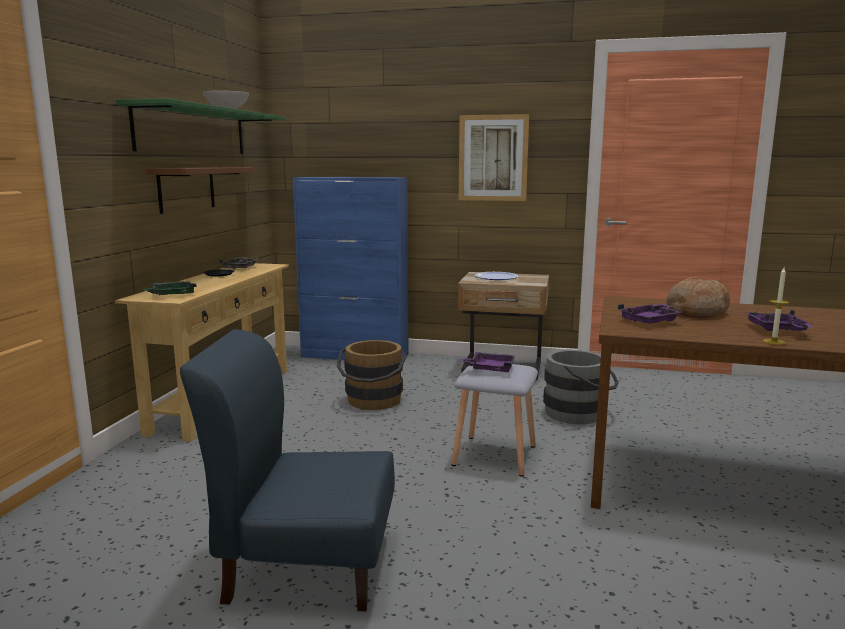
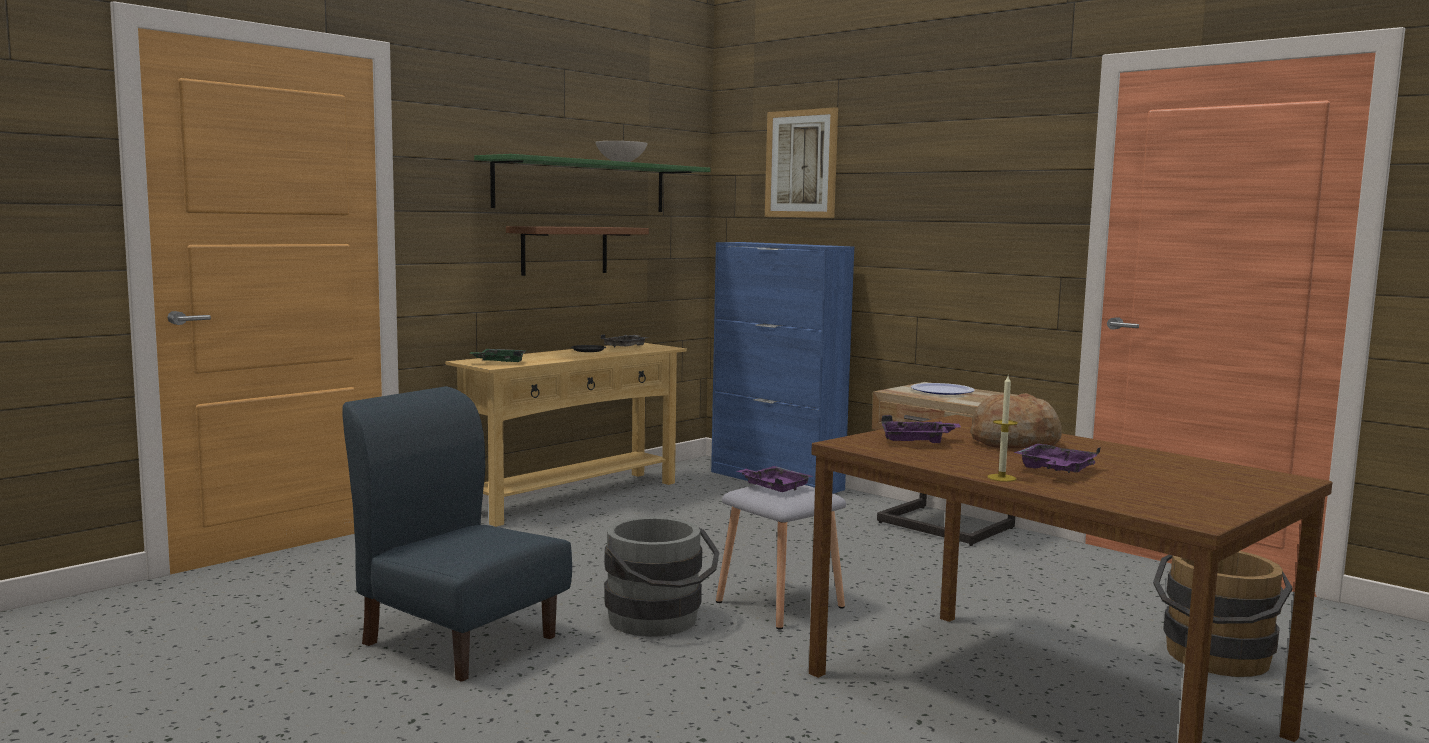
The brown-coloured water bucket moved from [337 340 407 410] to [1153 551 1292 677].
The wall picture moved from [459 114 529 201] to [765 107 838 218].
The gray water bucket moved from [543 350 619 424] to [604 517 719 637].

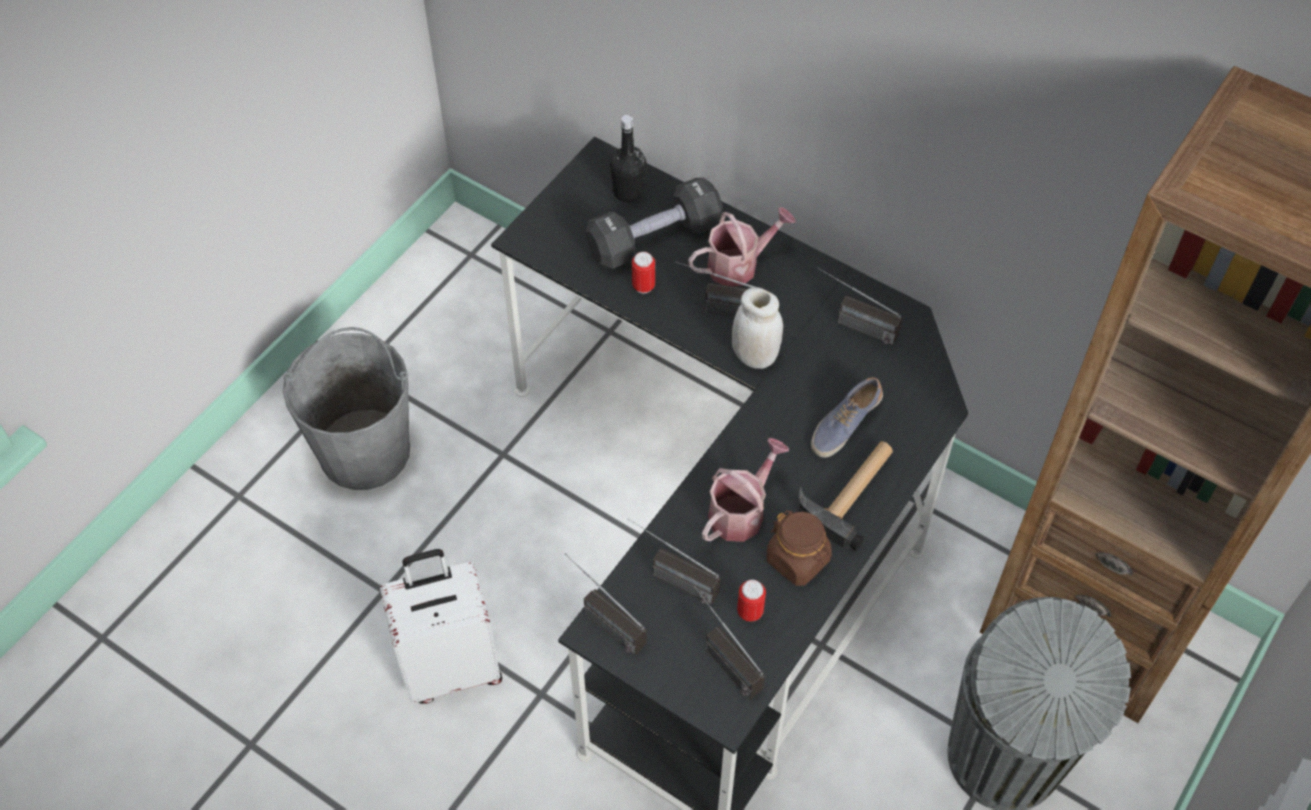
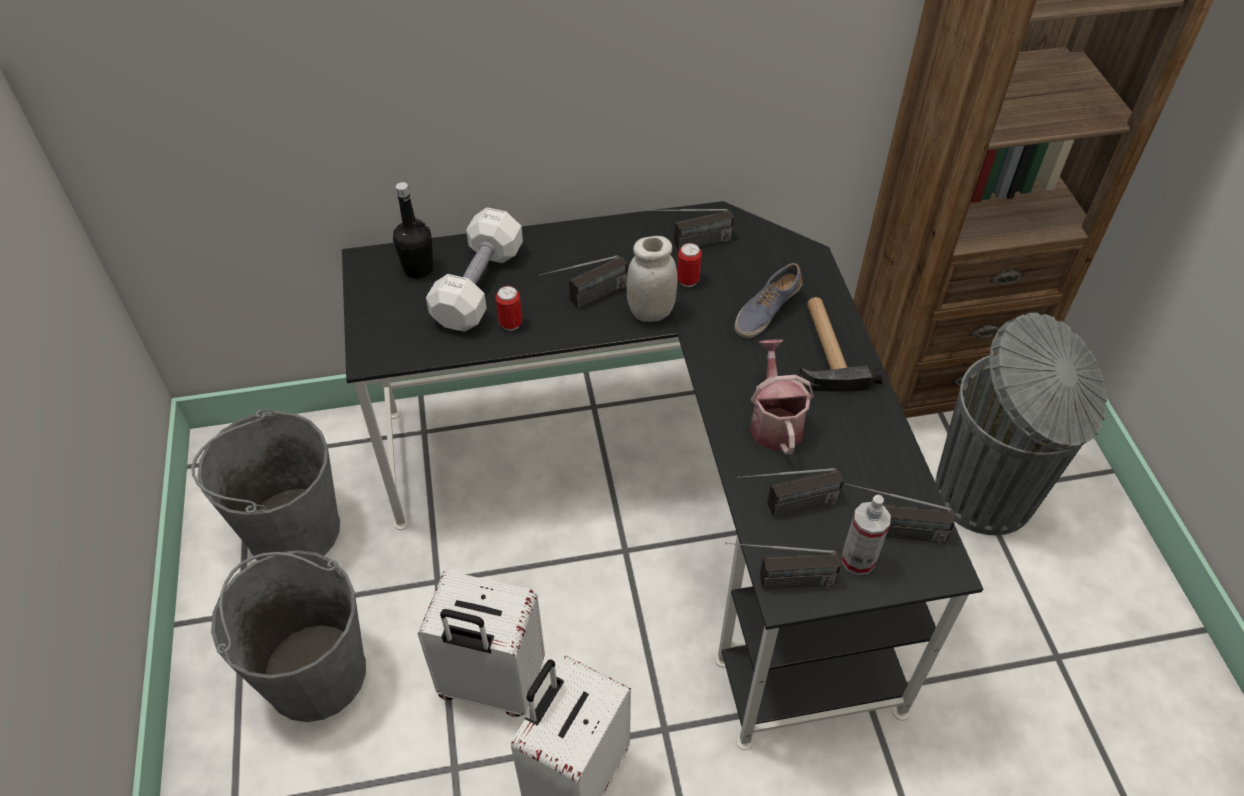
The sprinkling can at [688 207 796 286] disappeared.
The brown-coloured preserve jar at [766 510 832 586] disappeared.
The gray water bucket at [191 409 340 560] appeared.
The whitish piece of luggage at [418 571 545 717] appeared.
The hand sprayer at [841 495 890 575] appeared.
The metal can moved from [737 580 766 622] to [677 243 702 287].
The black-coloured dumbbell at [586 178 723 269] became the whitish dumbbell at [426 207 523 332].
The low shoe at [811 377 883 458] turned 45 degrees clockwise.

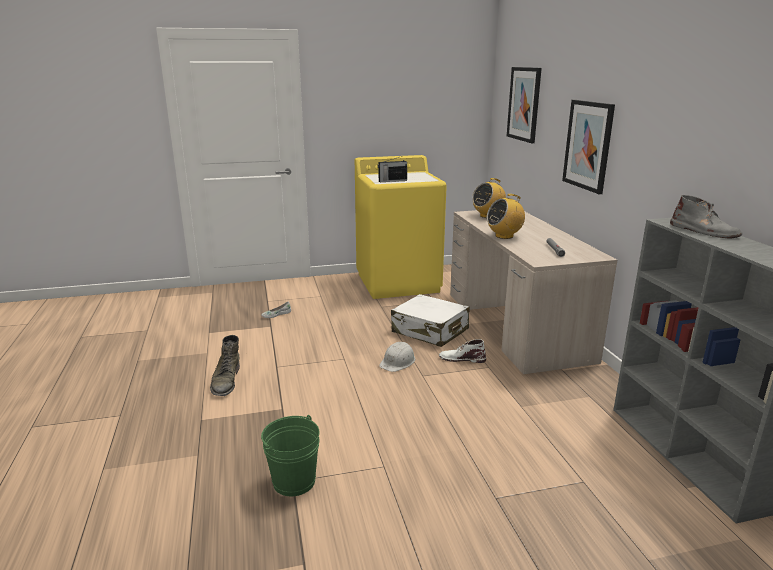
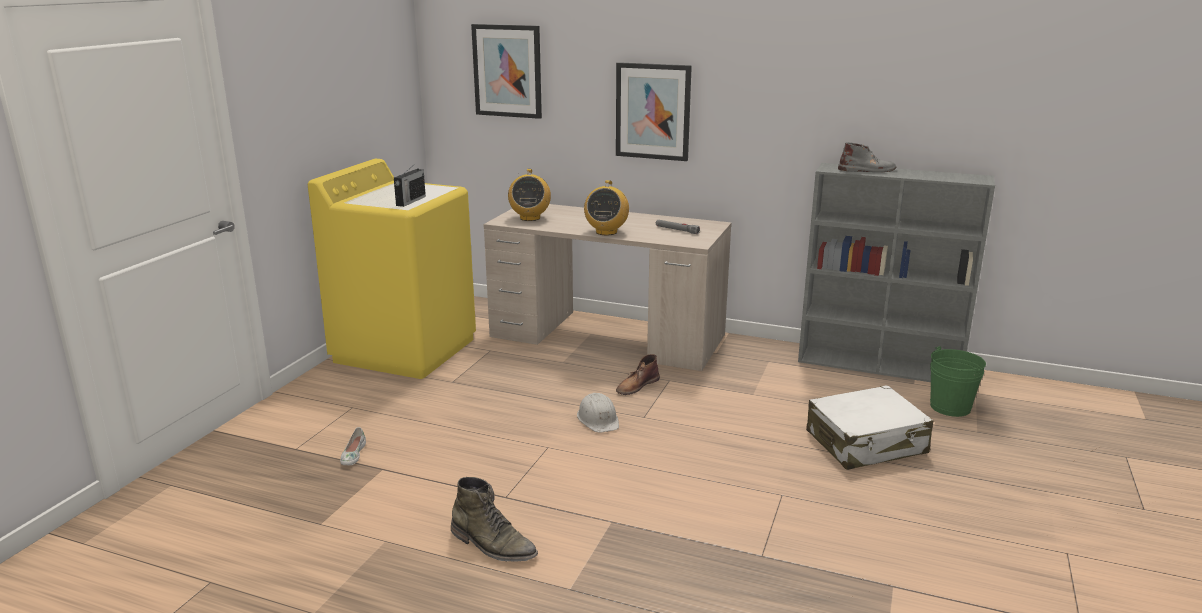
The greenish water bucket moved from [261 415 319 496] to [930 346 986 417].
The whitish piece of luggage moved from [391 294 470 347] to [806 385 933 470].
The whitish boot at [439 339 486 363] became the brown-coloured boot at [616 354 660 395].

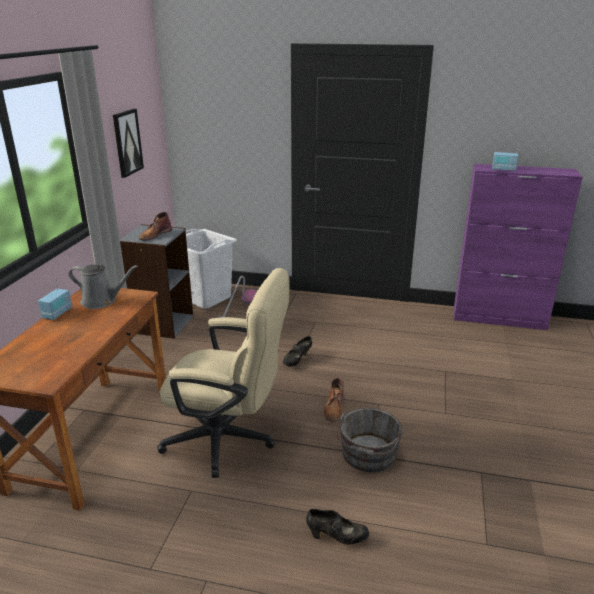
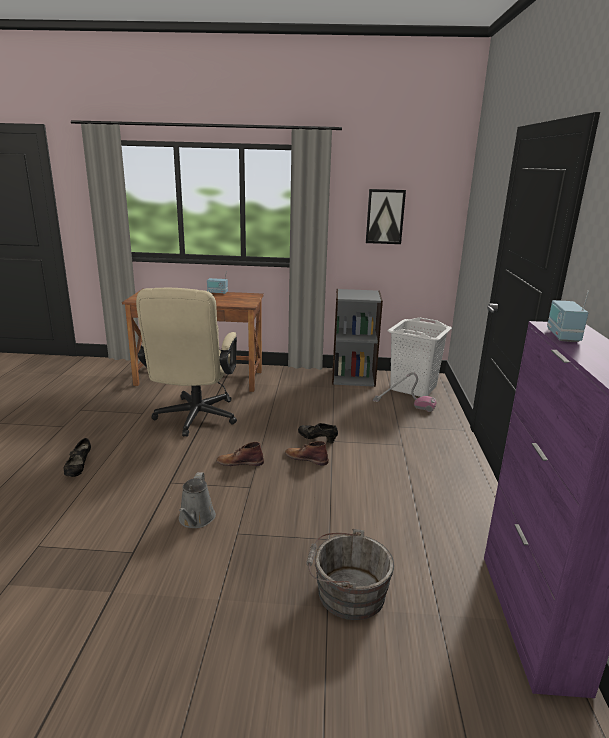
The gray sprinkling can moved from [69 264 138 309] to [179 472 216 528].
The brown-coloured boot moved from [138 212 172 241] to [285 441 329 465].
The gray water bucket moved from [337 408 403 473] to [306 529 394 620].

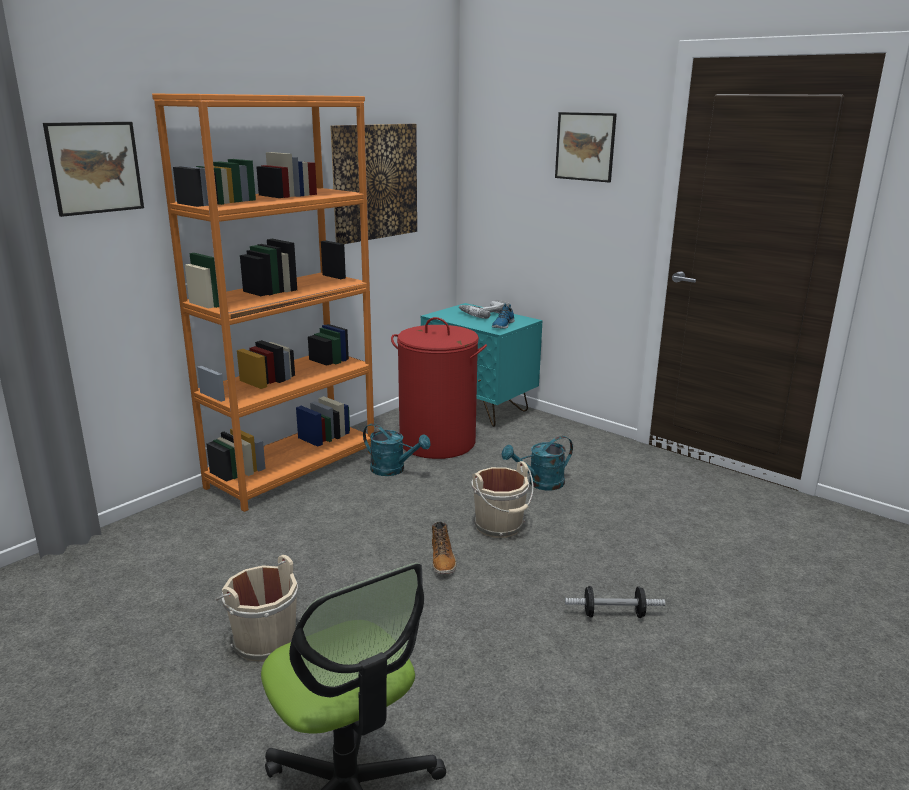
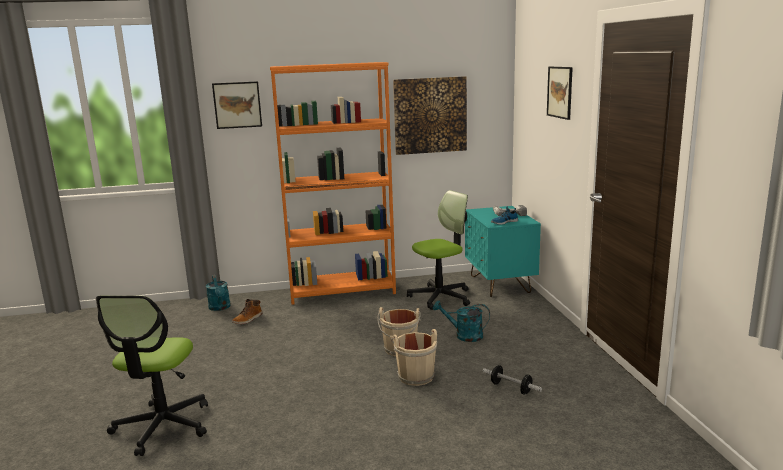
The beige water bucket moved from [216 555 298 662] to [391 329 437 386].
The turquoise sprinkling can moved from [363 423 431 476] to [206 275 231 311].
The boot moved from [432 522 456 574] to [232 299 262 324].
The dumbbell moved from [565 586 665 618] to [483 365 542 394].
The red washing basket at [391 317 487 459] was replaced by the computer chair at [407 190 470 310].

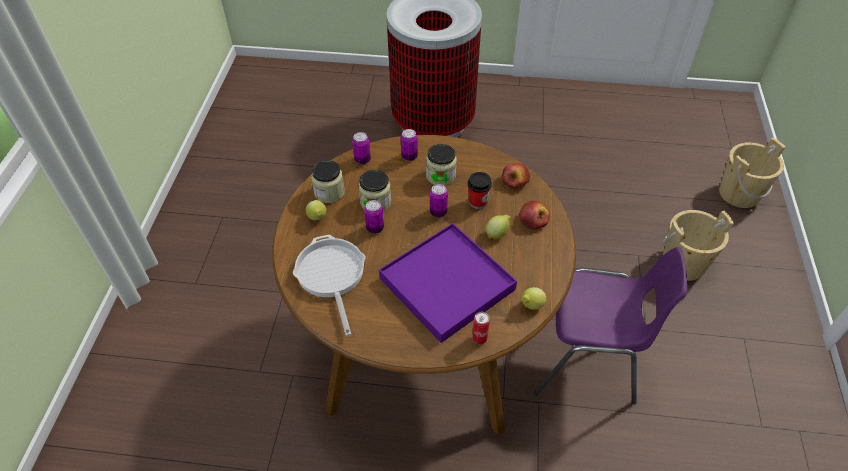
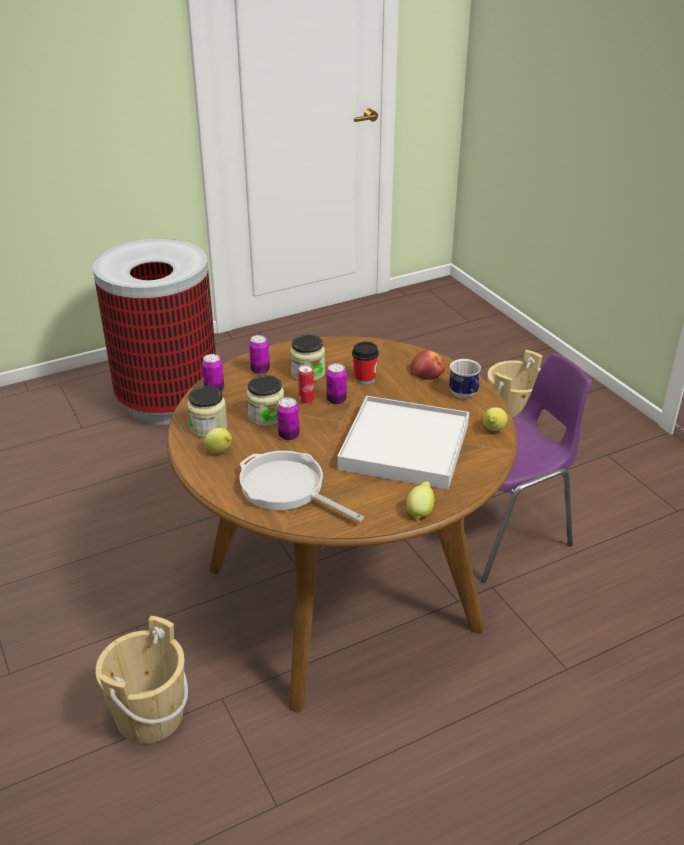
The apple at [502 163 530 189] disappeared.
The tea mug at [449 359 481 398] appeared.
The metal can moved from [472 312 490 344] to [298 365 314 404].
The lemon moved from [486 215 511 239] to [406 481 434 520].
The beige water bucket moved from [719 137 786 208] to [95 616 188 744].
The purple-coloured tray at [379 223 517 343] became the whitish tray at [337 396 469 490].

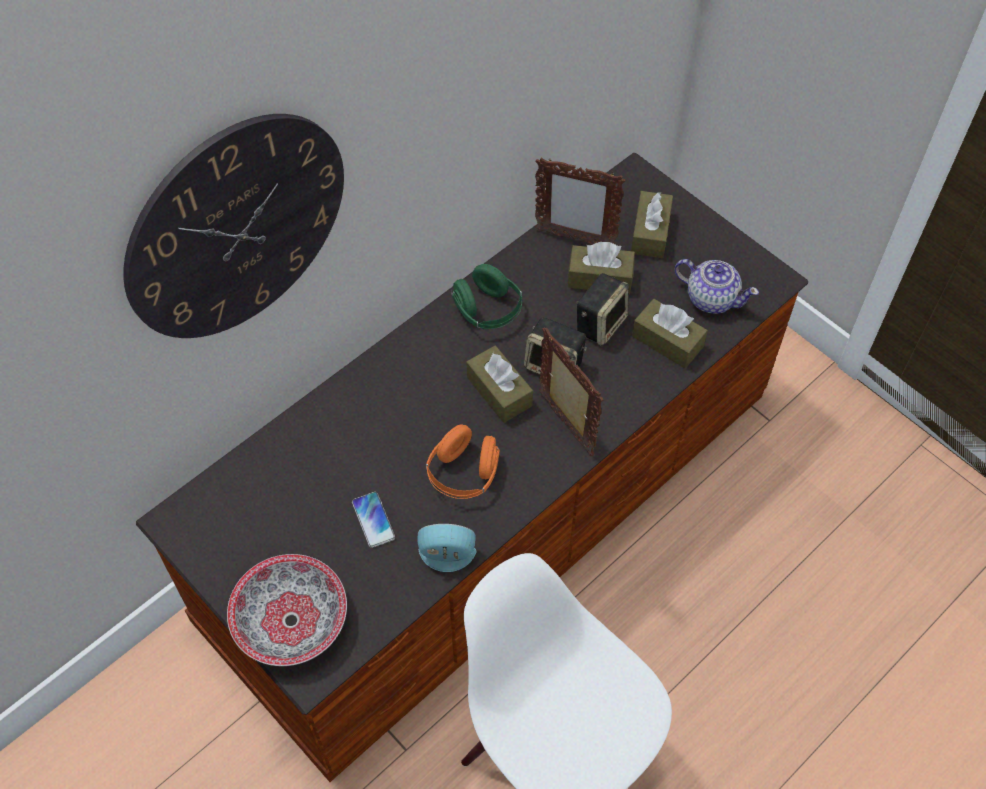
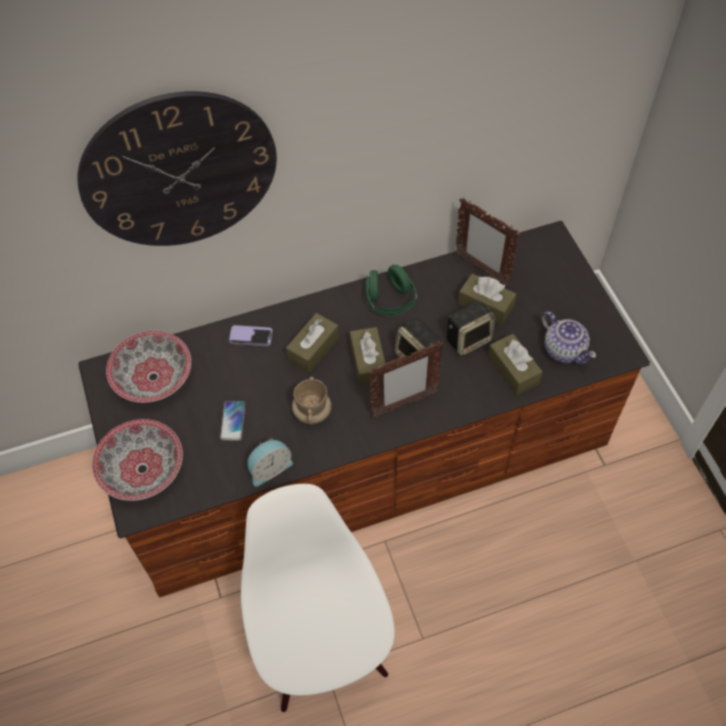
The serving bowl at [106 331 191 403] appeared.
The handset at [229 325 273 346] appeared.
The brown-coloured box of tissues moved from [631 191 673 258] to [286 313 339 373].
The orange pair of headphones at [426 424 500 499] was replaced by the beige tea mug at [292 377 331 425].
The bedside clock at [418 524 476 572] turned 120 degrees clockwise.
The standing frame at [539 327 603 456] turned 75 degrees clockwise.

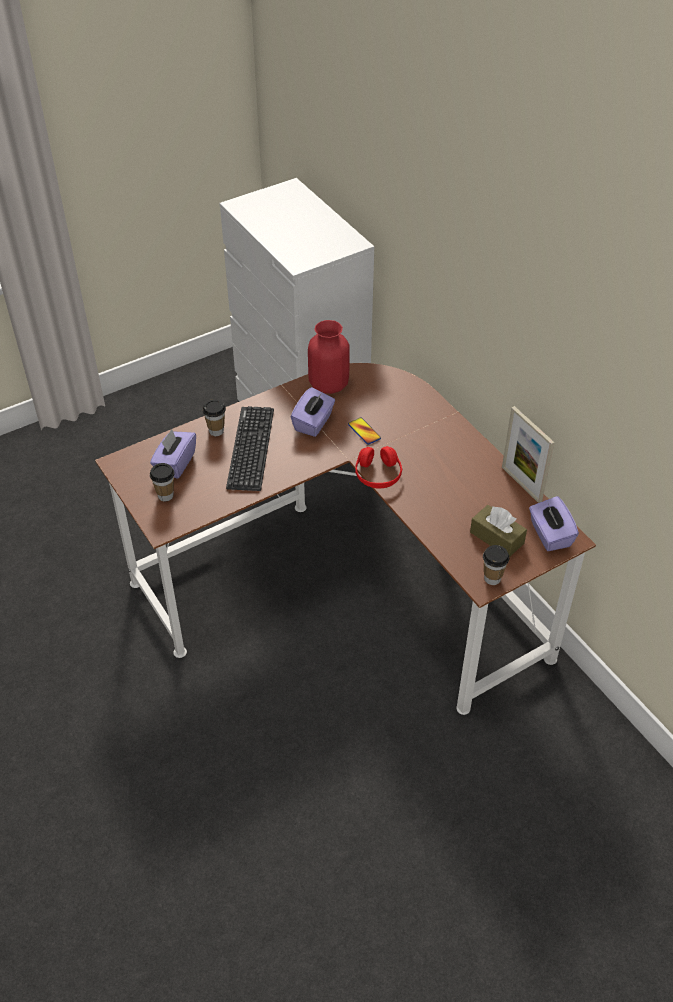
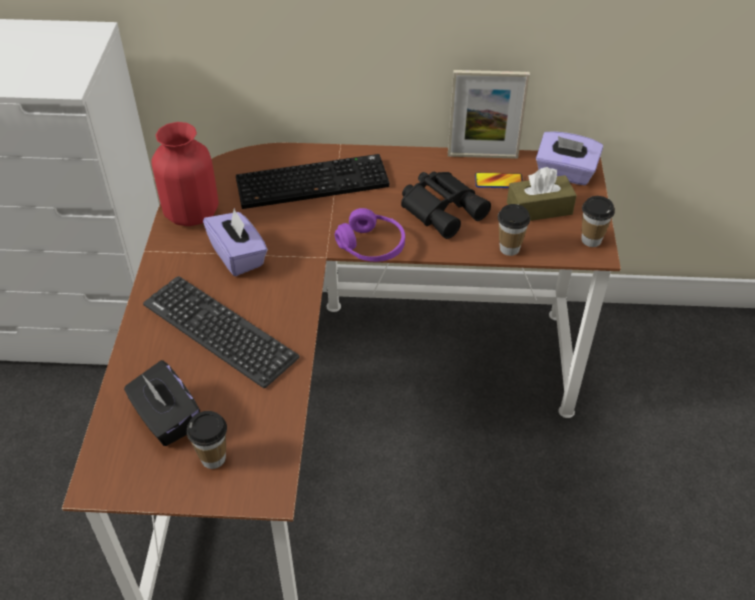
The computer keyboard at [236 154 389 209] appeared.
The black-coloured pair of binoculars at [401 172 491 239] appeared.
The drinking cup moved from [202 399 226 436] to [498 204 530 256].
The handset moved from [348 417 381 445] to [475 173 523 188].
The purple-coloured box of tissues at [150 429 196 479] became the black-coloured box of tissues at [124 360 200 446].
The red pair of headphones at [355 446 402 489] became the purple-coloured pair of headphones at [335 208 405 262].

